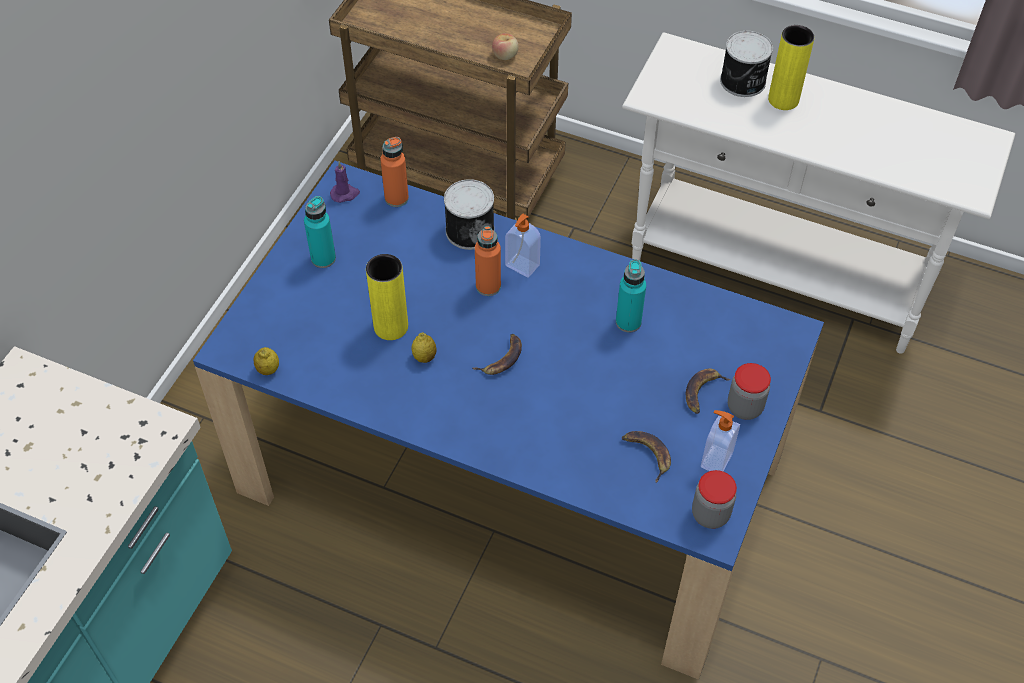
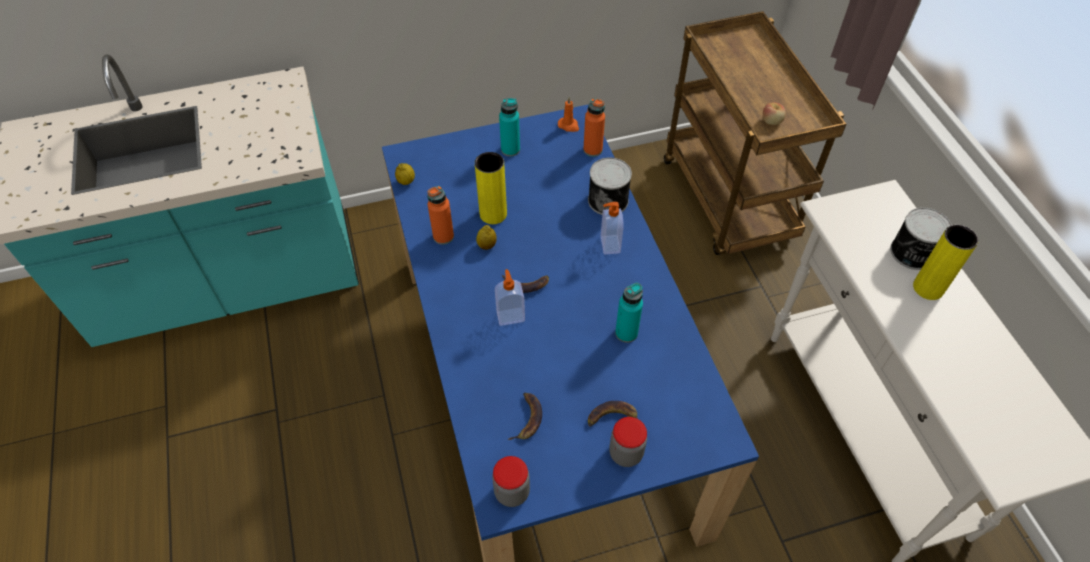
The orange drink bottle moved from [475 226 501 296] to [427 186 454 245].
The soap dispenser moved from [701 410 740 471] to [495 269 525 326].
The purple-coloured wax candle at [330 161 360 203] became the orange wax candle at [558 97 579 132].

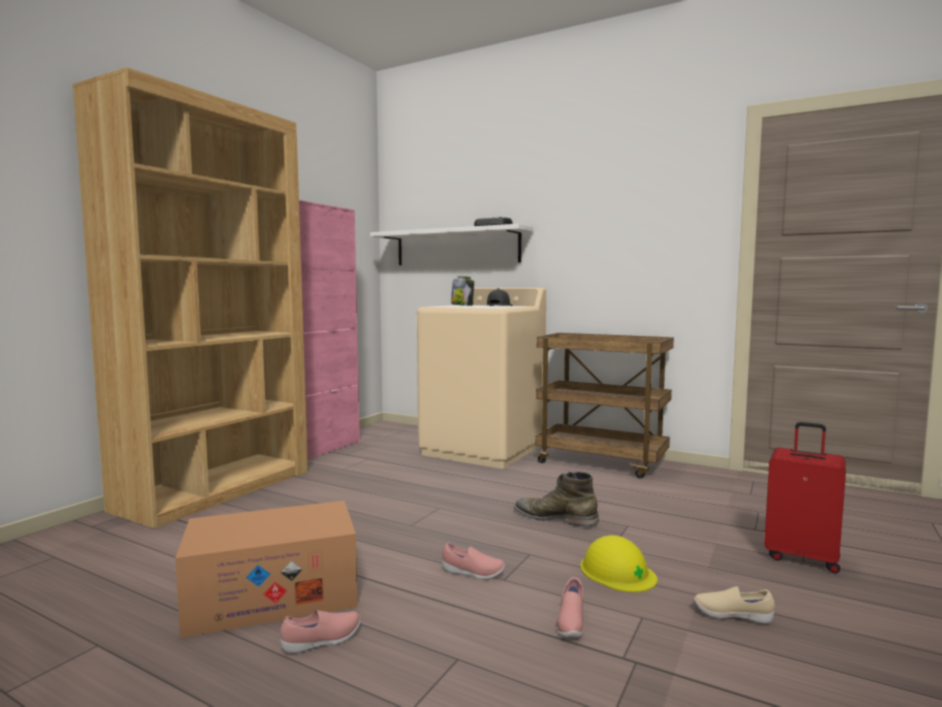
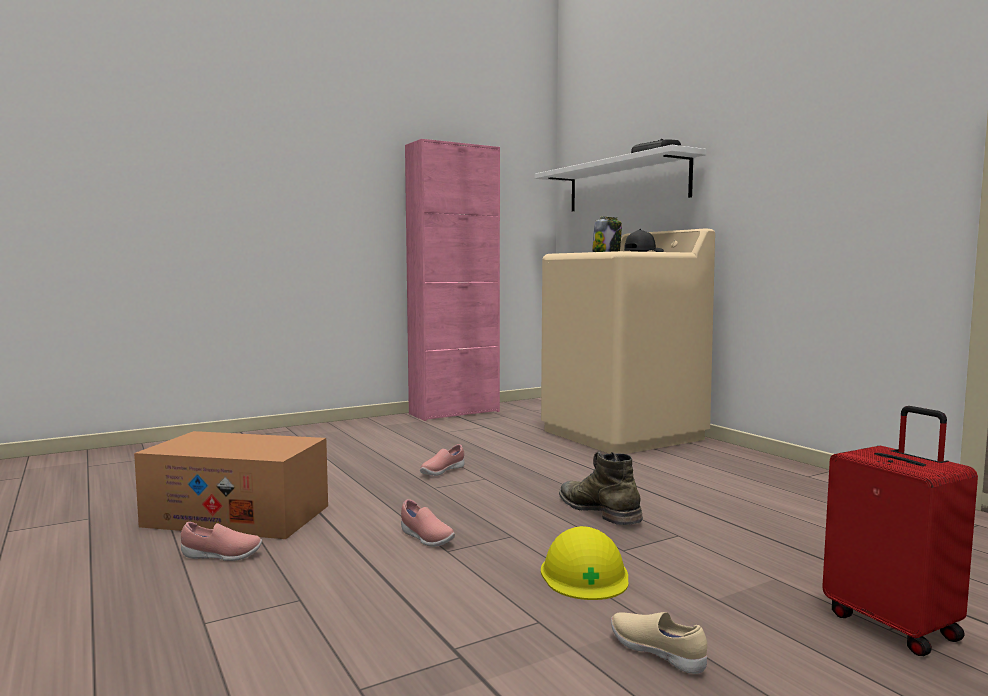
The brown-coloured bookshelf at [73 67 308 528] disappeared.
The brown-coloured wheeled cart at [536 333 674 478] disappeared.
The pink-coloured low shoe moved from [557 577 584 638] to [420 444 464 476].

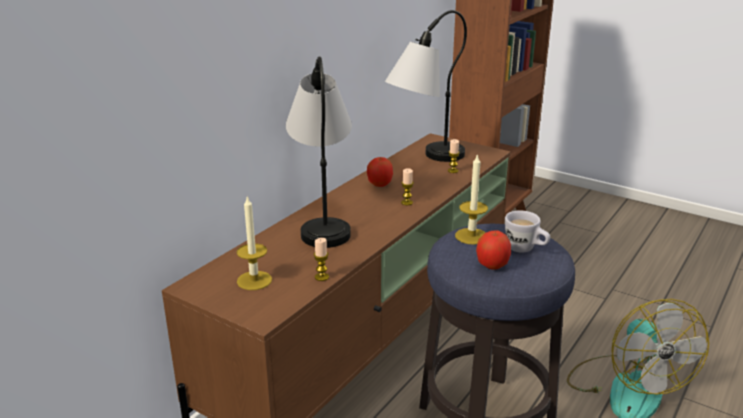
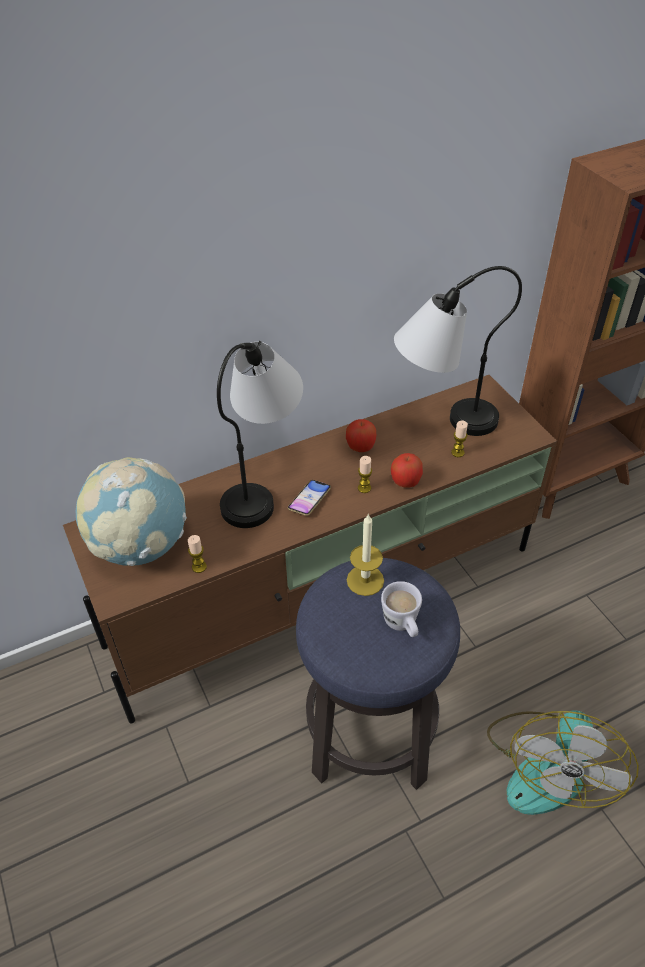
The handset at [288 480 331 516] appeared.
The apple moved from [476 230 511 270] to [391 453 423 488].
The wax candle at [237 196 272 290] was replaced by the world globe at [76 457 187 566].

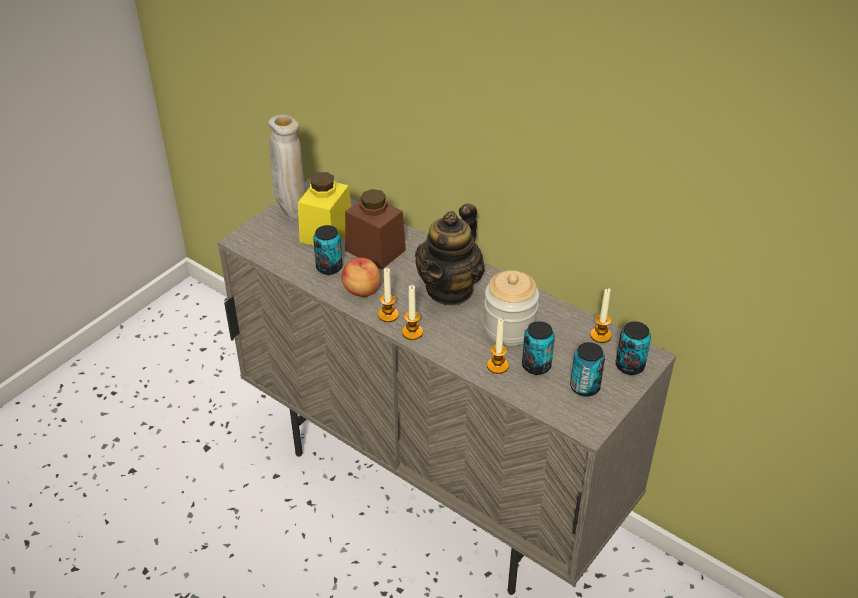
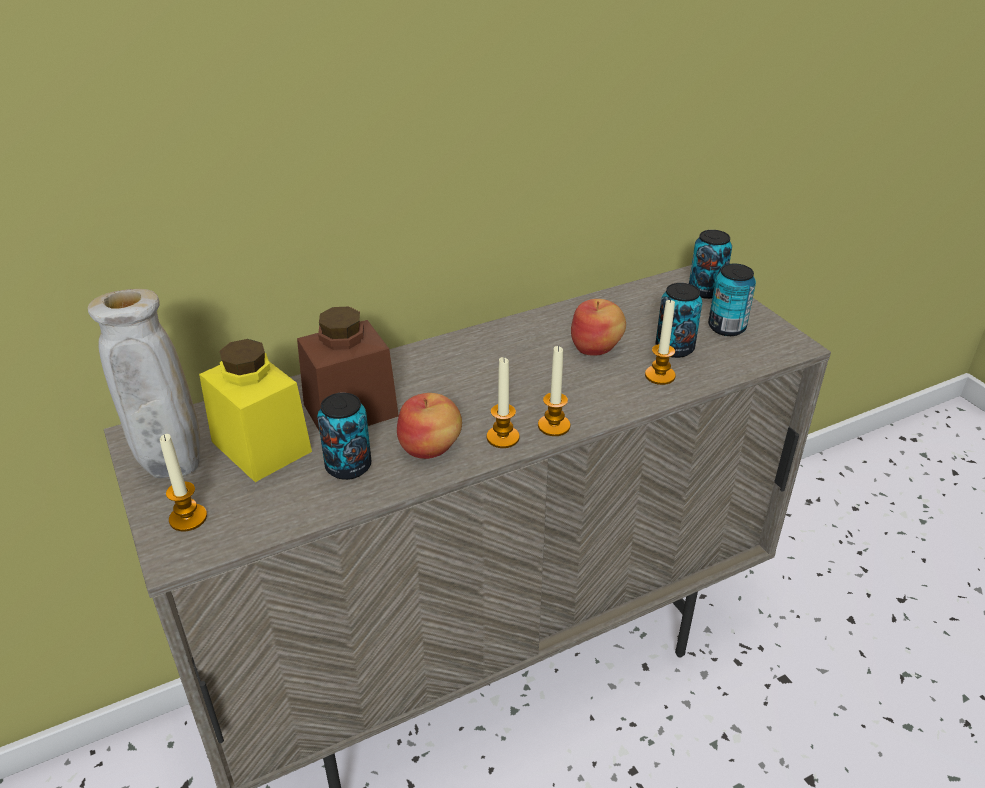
The teapot at [415 203 485 305] disappeared.
The wax candle moved from [590 288 612 343] to [160 434 207 531].
The preserve jar at [484 270 539 346] was replaced by the apple at [571 299 626 356].

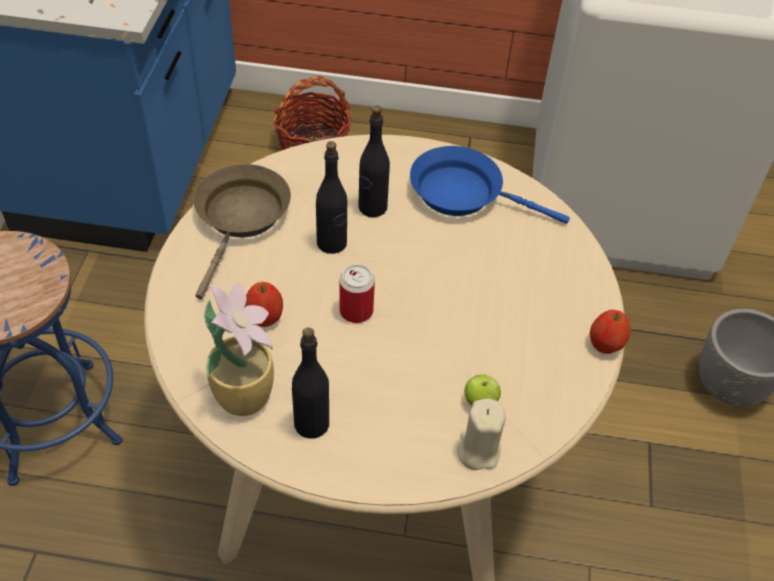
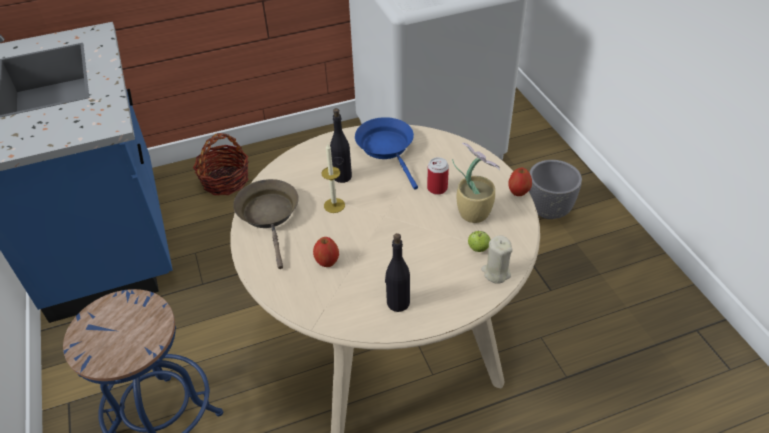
The plant in a pot moved from [204 282 274 416] to [452 142 500 223].
The metal can moved from [340 264 375 323] to [427 157 449 195].
The black-coloured drink bottle at [316 141 347 254] was replaced by the wax candle at [322 144 345 213].
The blue-coloured frying pan at [410 146 570 224] turned 75 degrees clockwise.

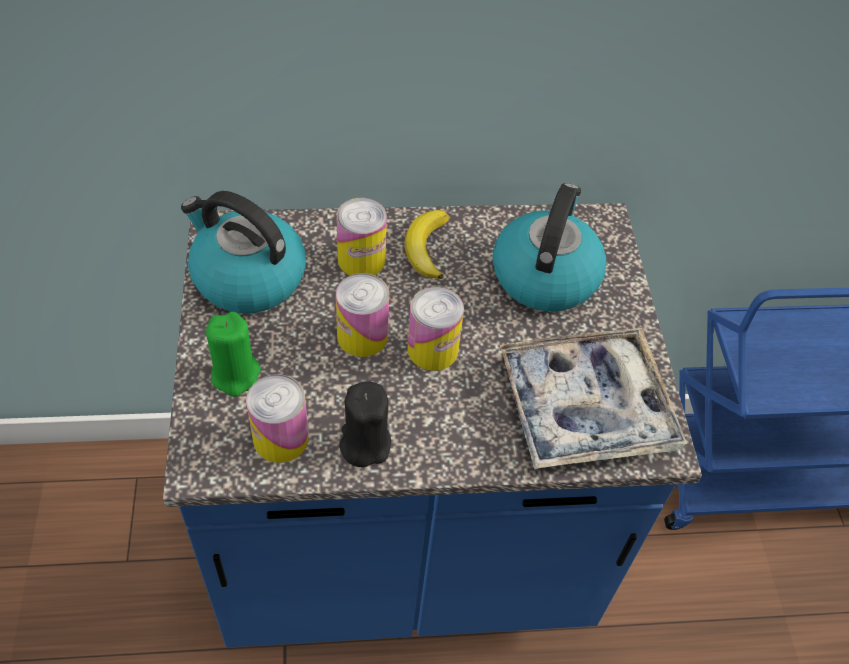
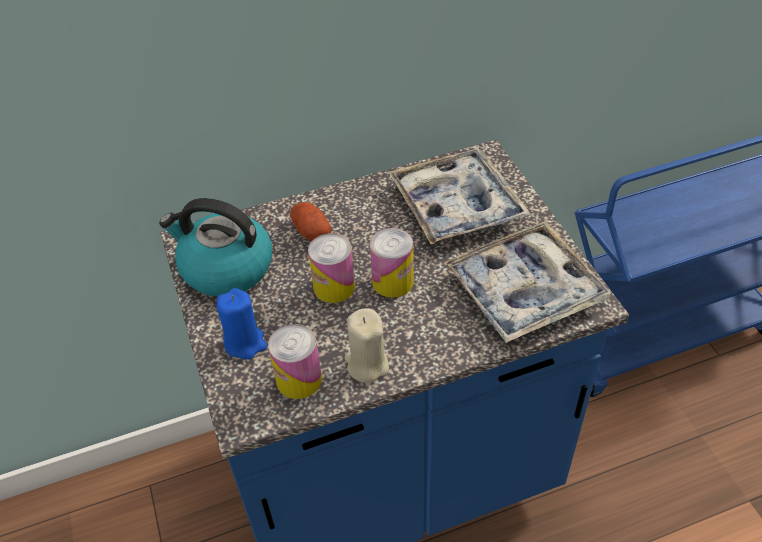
The whole banana at [405 210 449 279] disappeared.
The metal can at [337 198 387 276] was replaced by the spud at [290 202 332 242].
The kettle at [492 183 606 311] was replaced by the tray at [389 149 531 244].
The greenish wax candle at [206 312 261 397] became the blue-coloured wax candle at [216 288 267 360].
The black-coloured wax candle at [339 381 391 467] became the beige wax candle at [345 308 389 383].

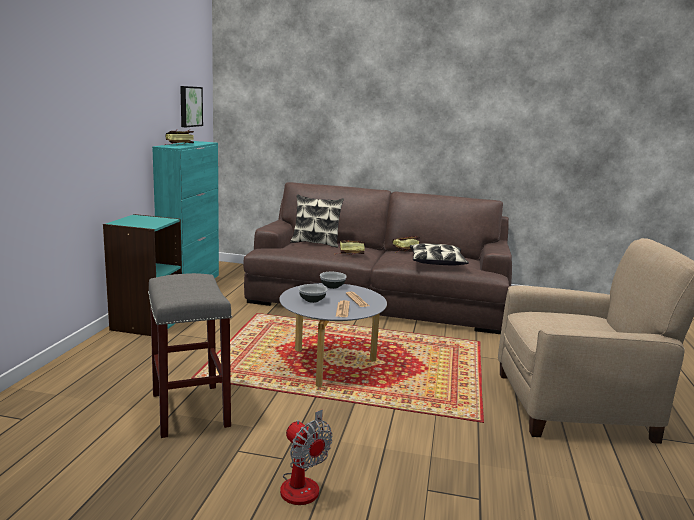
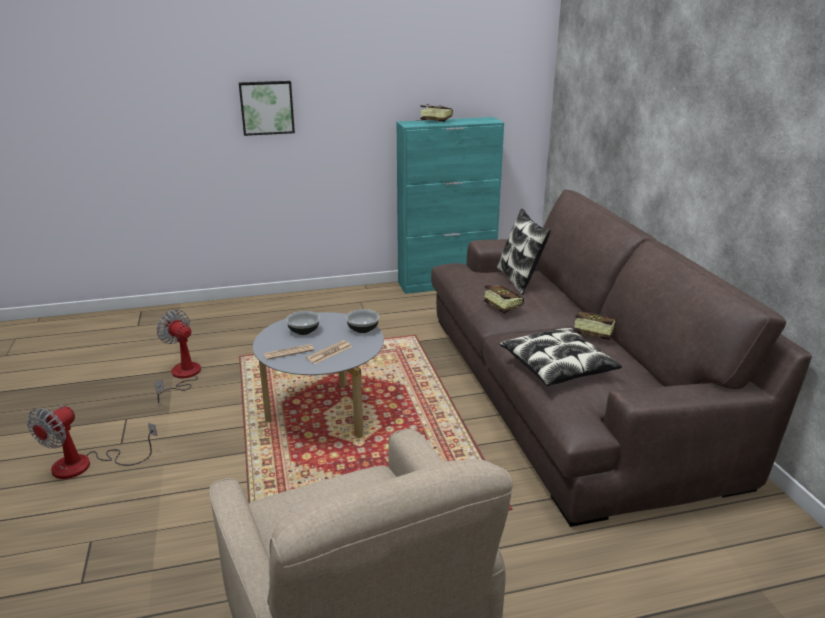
The turquoise bookshelf at [103 214 182 336] disappeared.
The wall picture moved from [180 86 203 127] to [239 81 295 136].
The gray stool at [148 273 232 438] was replaced by the electric fan at [155 310 201 403].

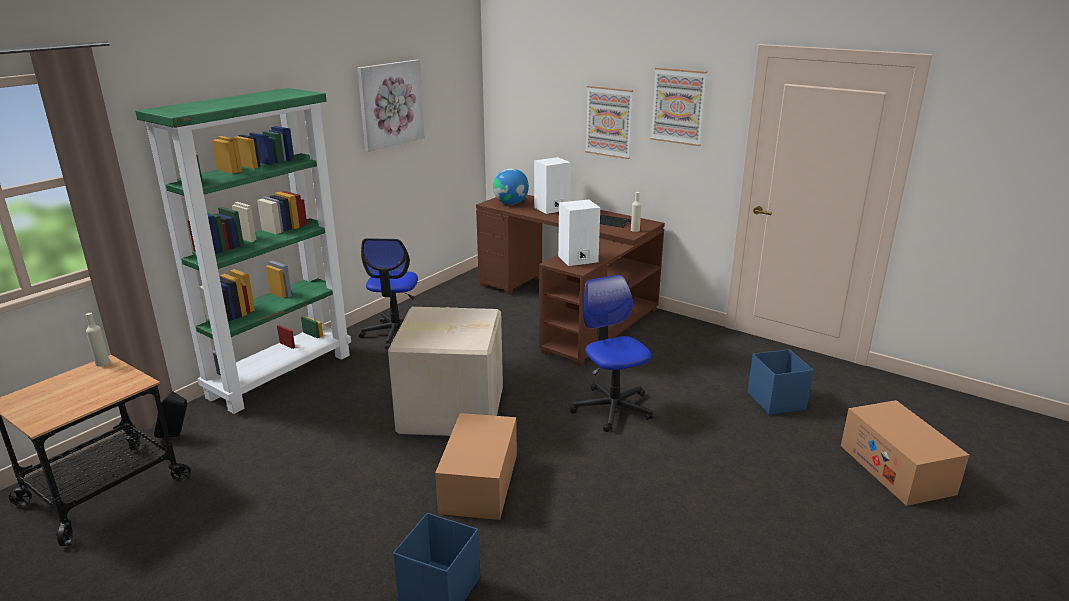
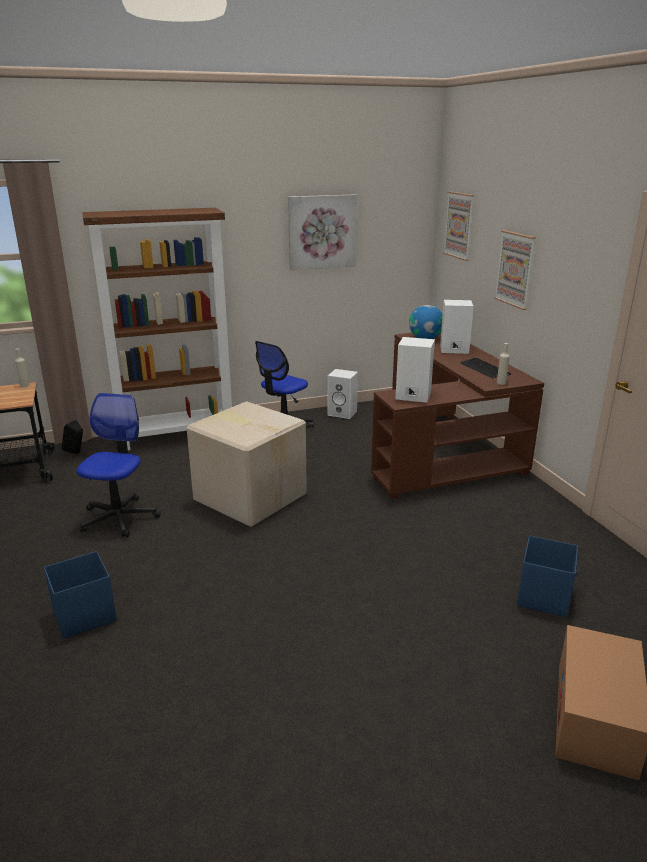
The carton at [435 413 517 520] disappeared.
The whitish loudspeaker at [328 369 358 419] appeared.
The computer chair moved from [570 275 653 432] to [76 393 161 537].
The wall picture moved from [650 67 707 146] to [443 191 474 261].
The greenish bookshelf at [135 88 351 414] became the brown-coloured bookshelf at [82 208 232 450].

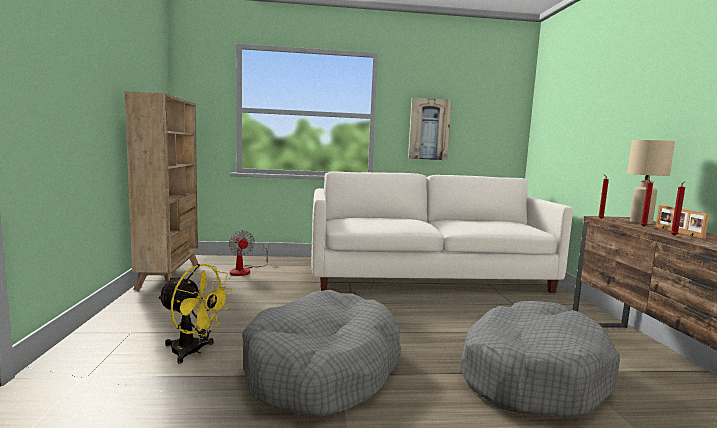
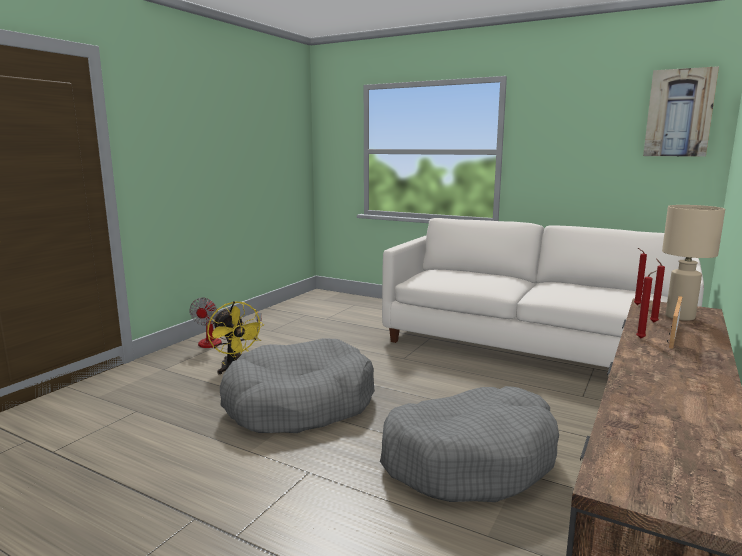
The beige bookshelf at [125 91 198 290] disappeared.
The electric fan moved from [229 230 268 276] to [189 298 262 348].
The wall picture moved from [408 98 452 160] to [643 66 719 157].

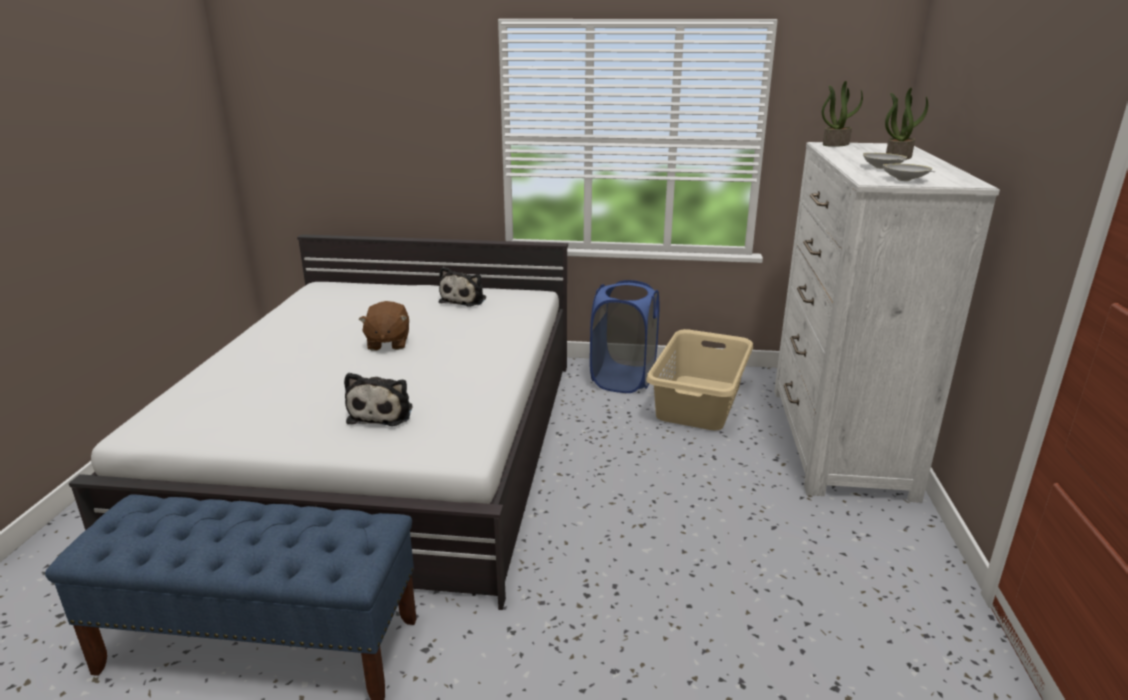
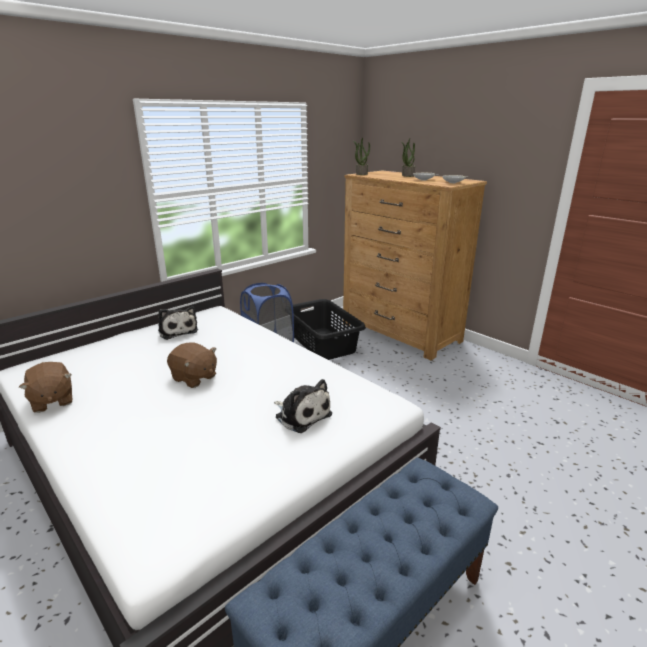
The brown-coloured plush toy at [19 362 72 413] appeared.
The beige washing basket at [646 329 753 430] became the black-coloured washing basket at [293 299 366 360].
The whitish chest of drawers at [774 142 1000 503] became the brown-coloured chest of drawers at [343 170 487 360].

